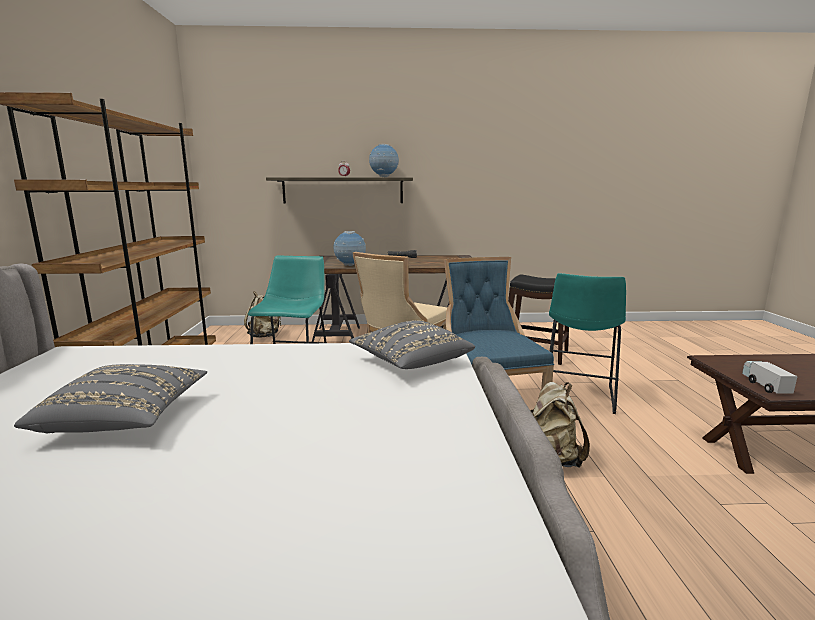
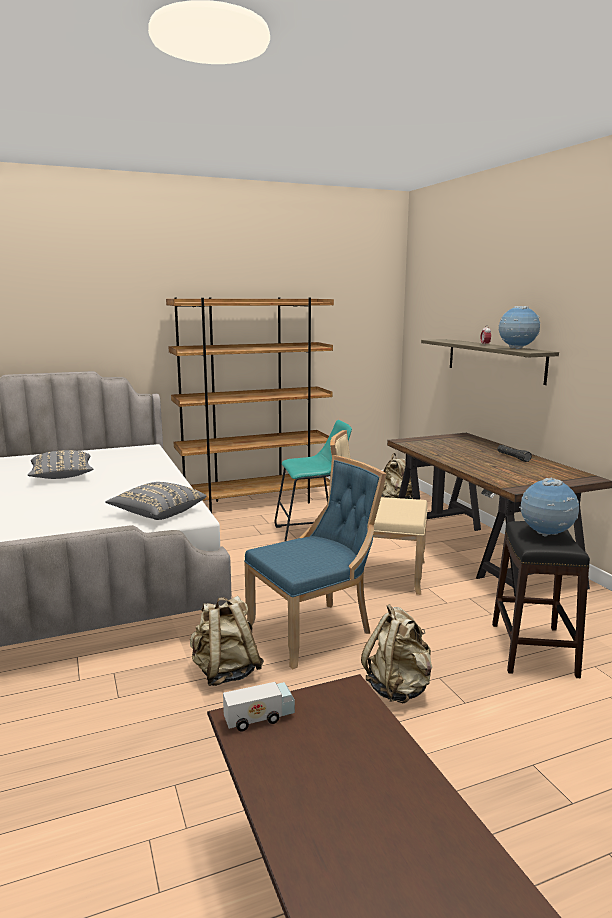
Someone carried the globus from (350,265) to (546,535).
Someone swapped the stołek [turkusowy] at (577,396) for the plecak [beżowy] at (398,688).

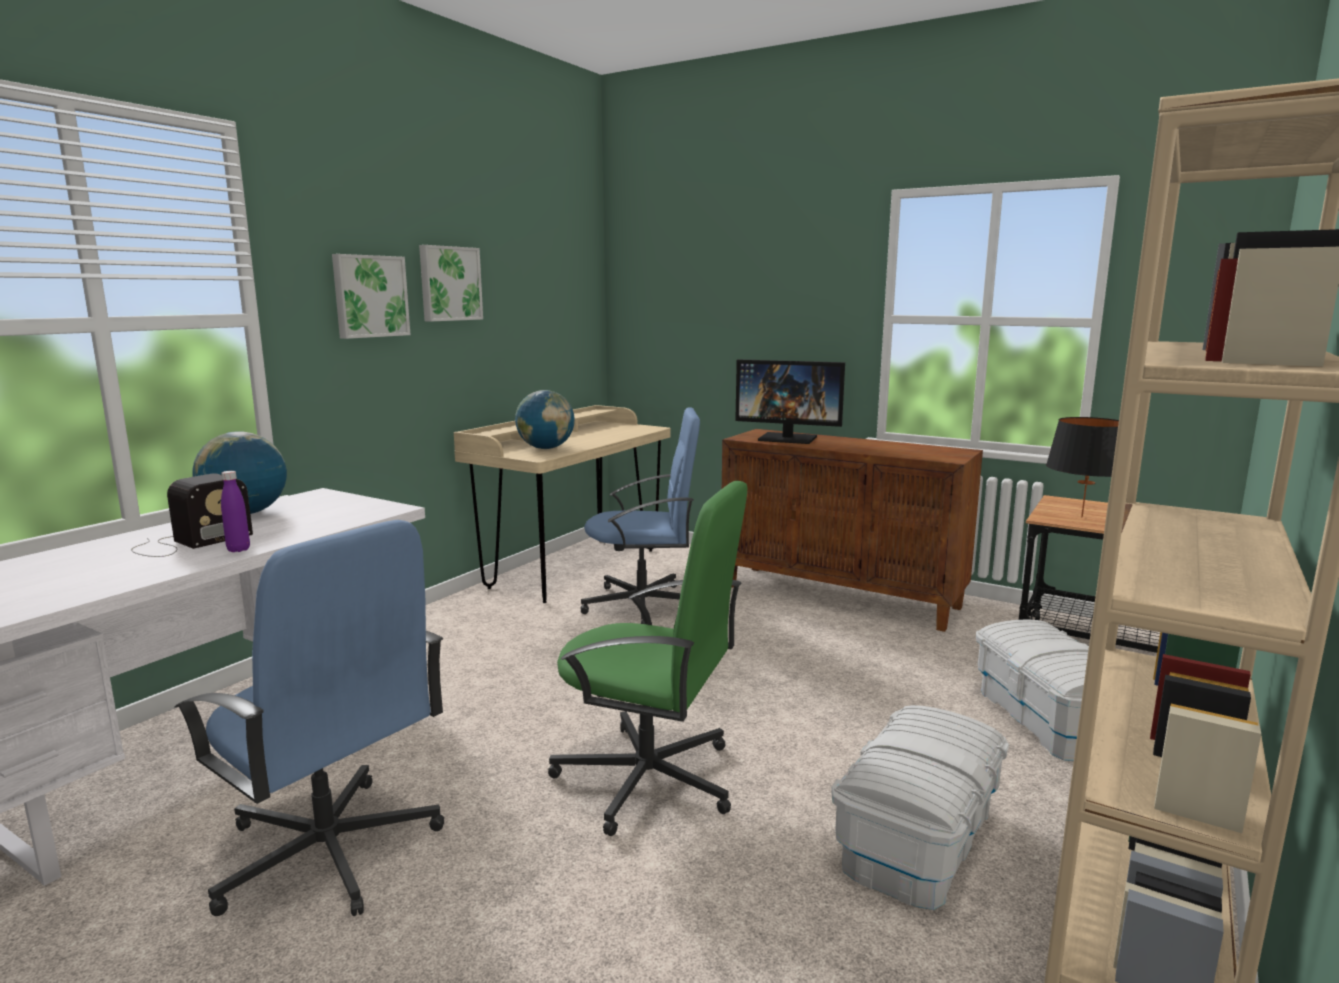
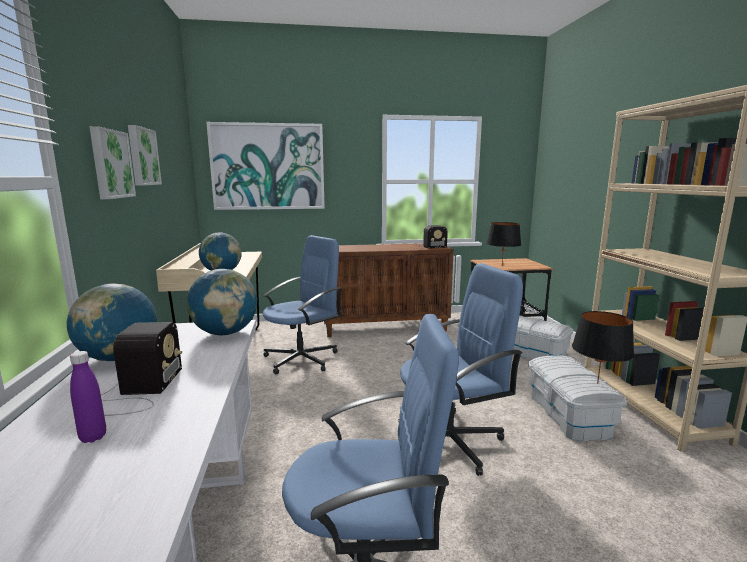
Someone carried the butelka [fioletowy] from (238,549) to (93,437).
Someone repainted the krzesło biurowe [zielony] at (649,779), which became the krzesło biurowe [niebieski] at (450,441).
Someone took away the monitor at (788,438).
Someone put down the globus at (225,333).
Someone put up the obraz at (268,167).
Someone put down the radio at (427,247).
Someone put down the lampa stołowa [czarny] at (597,383).

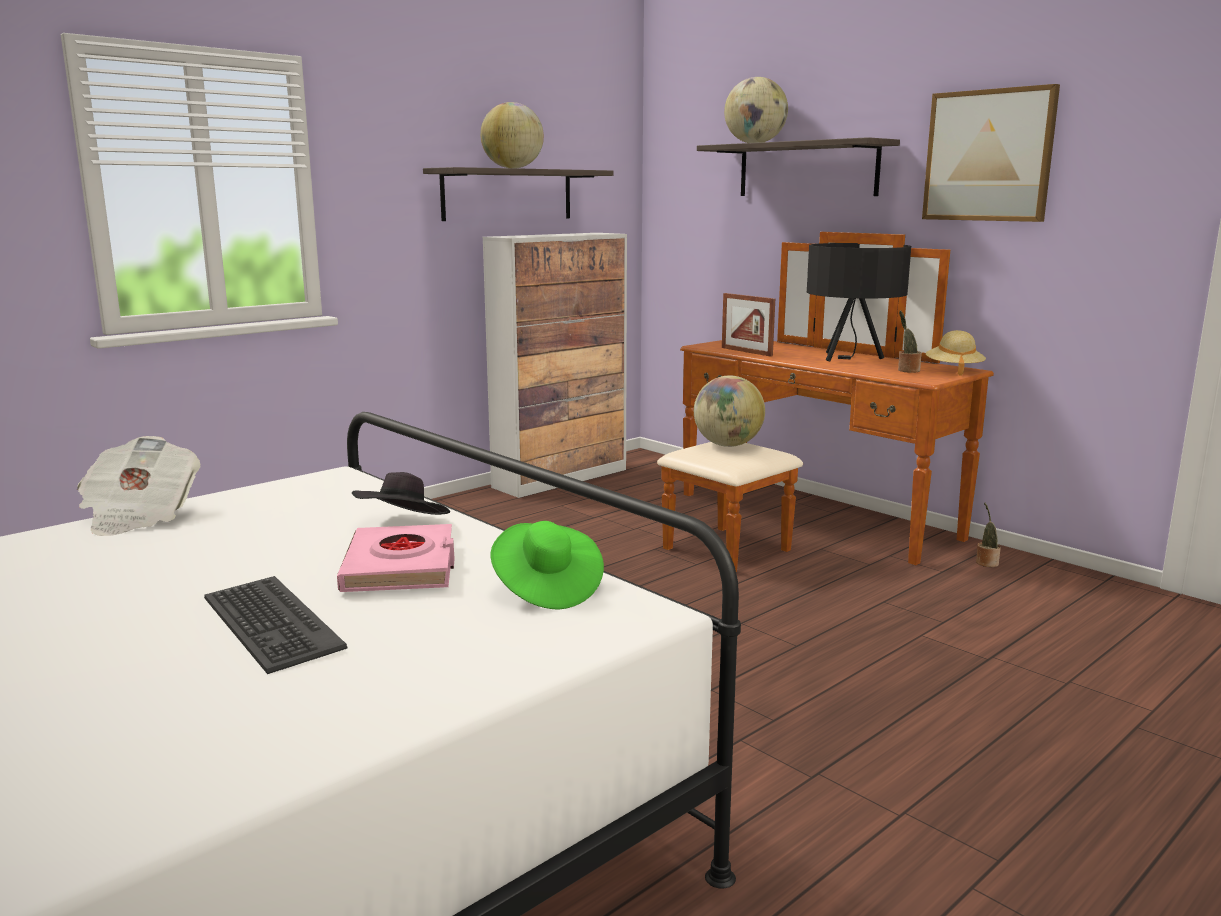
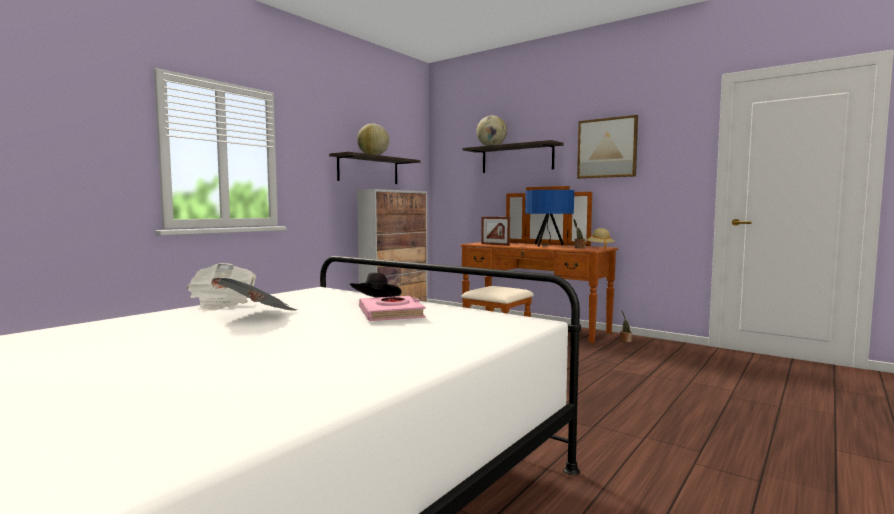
Someone took away the klawiatura at (269,624).
Someone took away the kapelusz [zielony] at (546,589).
Someone took away the globus at (727,445).
Someone repainted the lampa stołowa [czarny] at (852,359), which became the lampa stołowa [niebieski] at (548,245).
Someone put down the gazeta at (259,315).

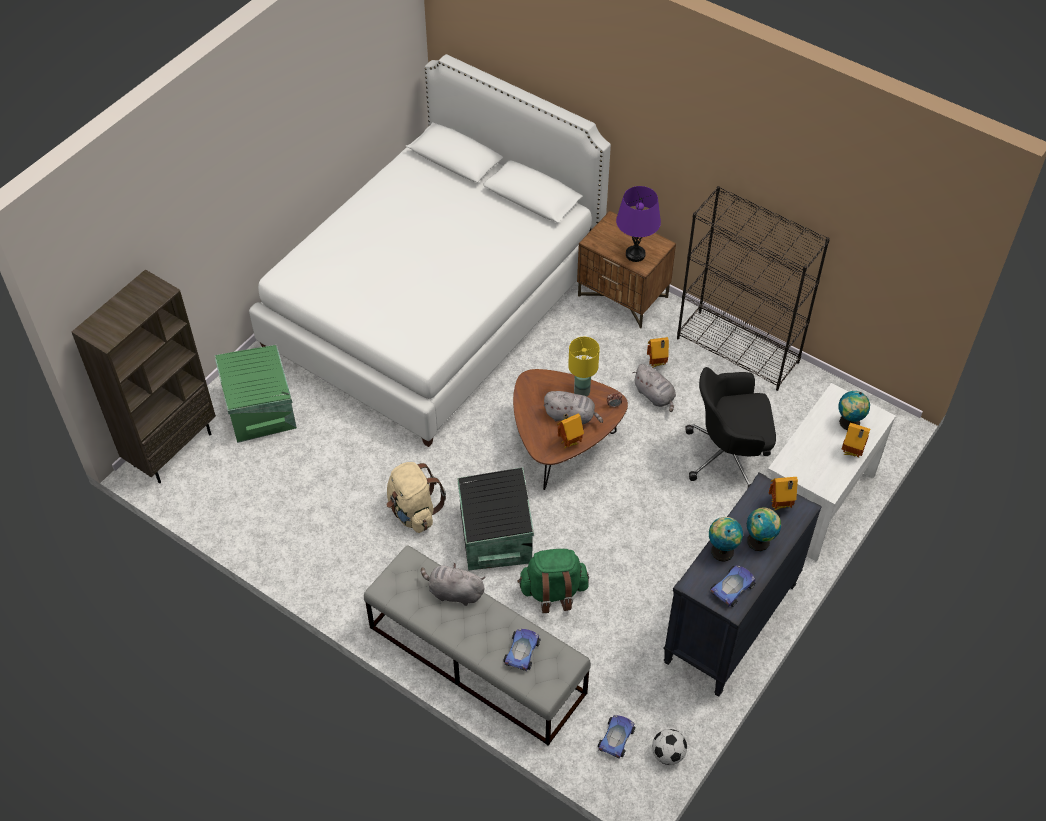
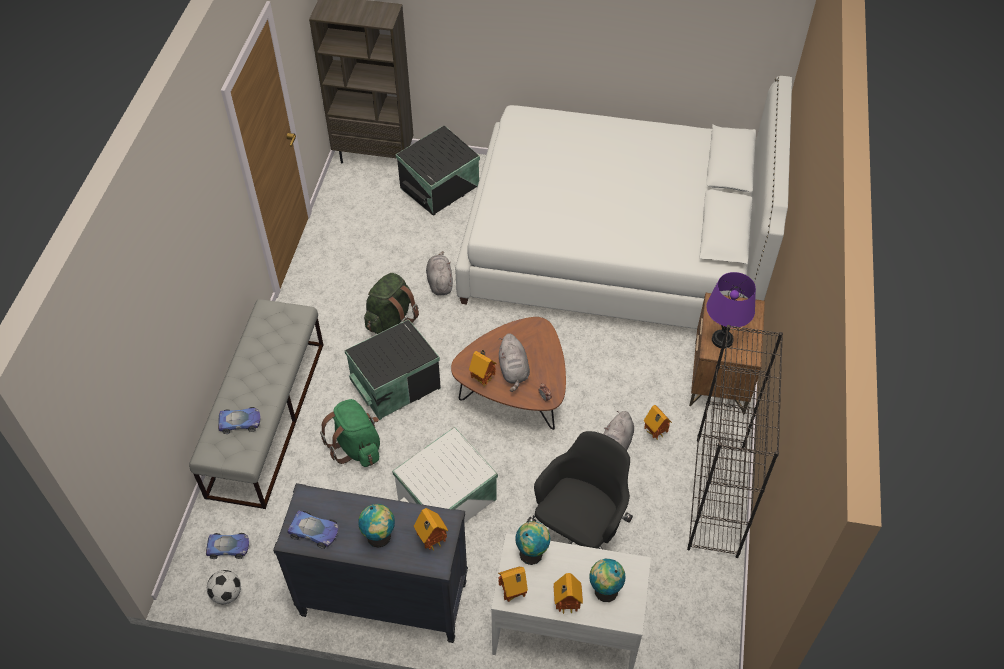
Someone repainted the pojemnik do przechowywania [zielony] at (261,407), which became the pojemnik do przechowywania [czarny] at (441,187).
Someone repainted the plecak [beżowy] at (413,511), which became the plecak [zielony] at (391,320).
Someone carried the pluszak [szary] from (454,592) to (440,282).
Someone took away the lampa stołowa [żółty] at (581,392).
Someone rotated the krzesło biurowe [czarny] at (728,455) by 60 degrees clockwise.
Someone carried the globus from (721,550) to (532,553).
Someone put down the pojemnik do przechowywania [biały] at (449,500).
Someone put down the domek at (513,594).

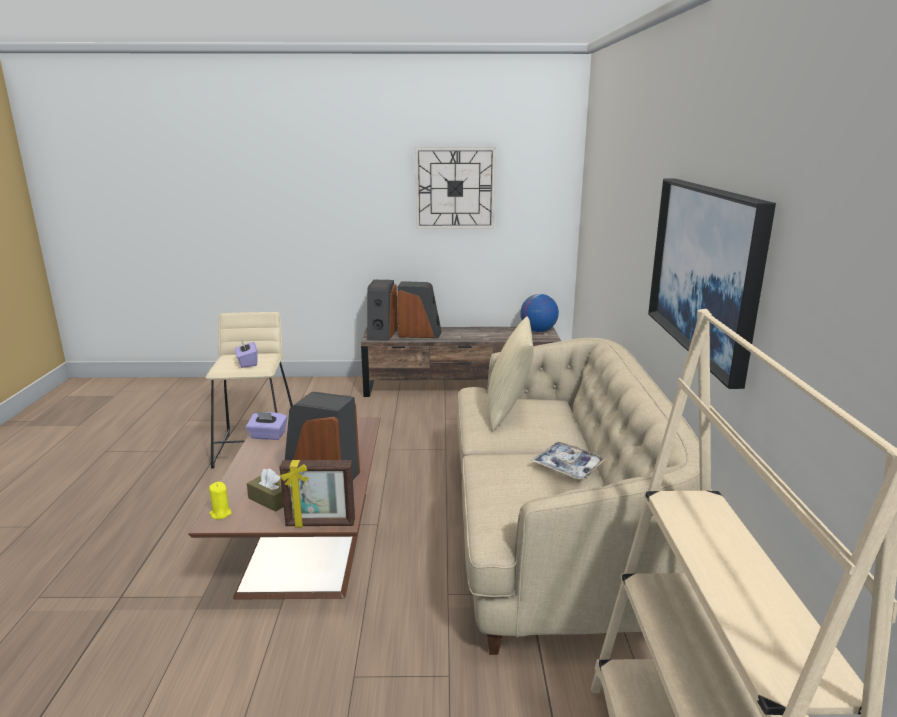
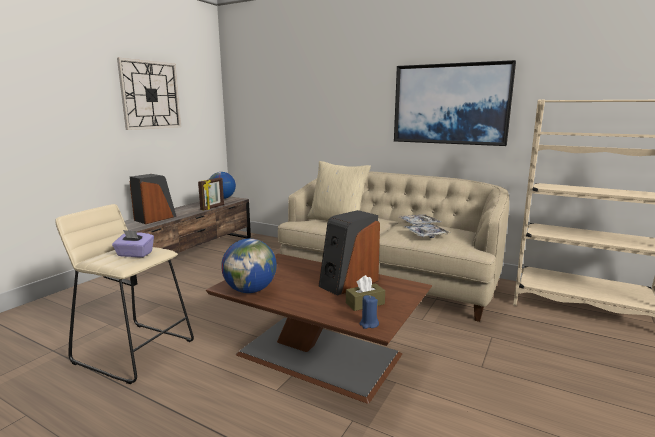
Someone repainted the świeca [żółty] at (220,513), which became the świeca [niebieski] at (369,324).
Someone swapped the pudełko chusteczek [fioletowy] at (268,436) for the globus at (250,290).
Someone carried the ramka na zdjęcie from (320,524) to (213,207).
Someone took away the głośnik at (382,334).
Someone put down the taca at (425,234).

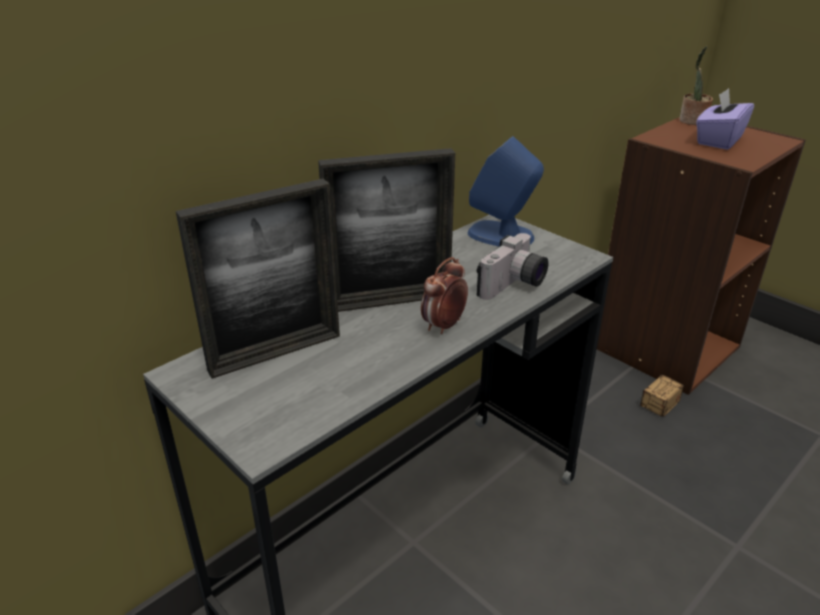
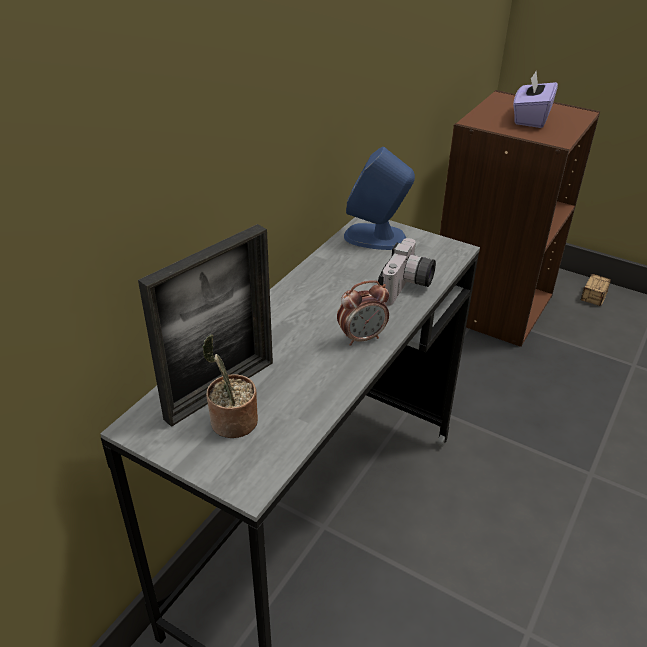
Someone took away the ramka na zdjęcie at (390,301).
Someone rotated the budzik at (443,326) by 135 degrees counterclockwise.
Someone carried the pojemnik do przechowywania from (647,415) to (588,307).
Someone carried the roślina doniczkowa from (692,121) to (232,423).

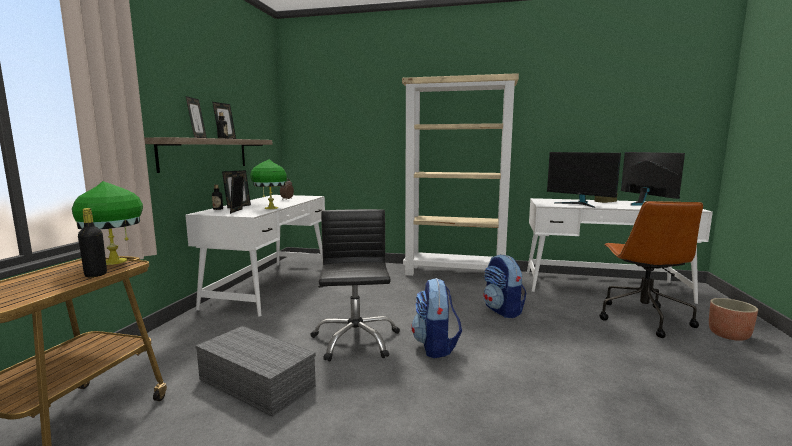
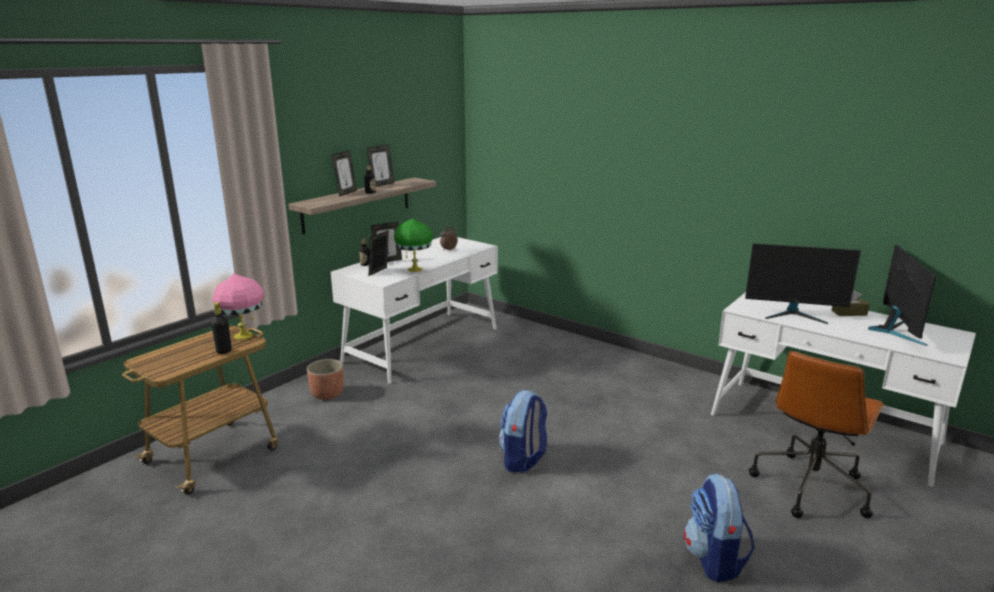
Someone repainted the lampa stołowa [zielony] at (115,262), which became the lampa stołowa [różowy] at (244,336).
Someone took away the pojemnik do przechowywania [szary] at (254,383).
Someone took away the krzesło biurowe [czarny] at (355,340).
Someone took away the regał [beżowy] at (455,273).
Someone carried the plecak from (502,310) to (714,559).
Someone rotated the monitor at (579,204) by 60 degrees counterclockwise.
Someone carried the donica from (729,335) to (327,394).

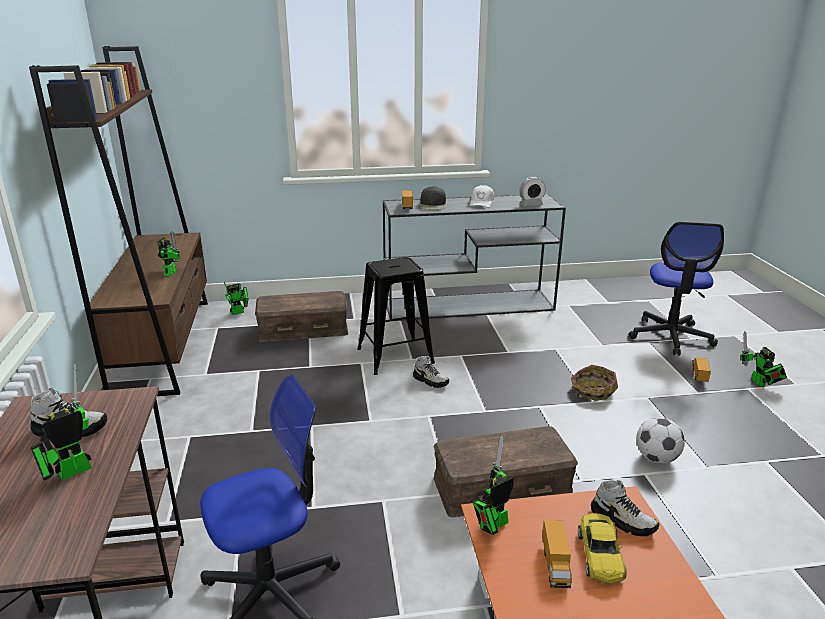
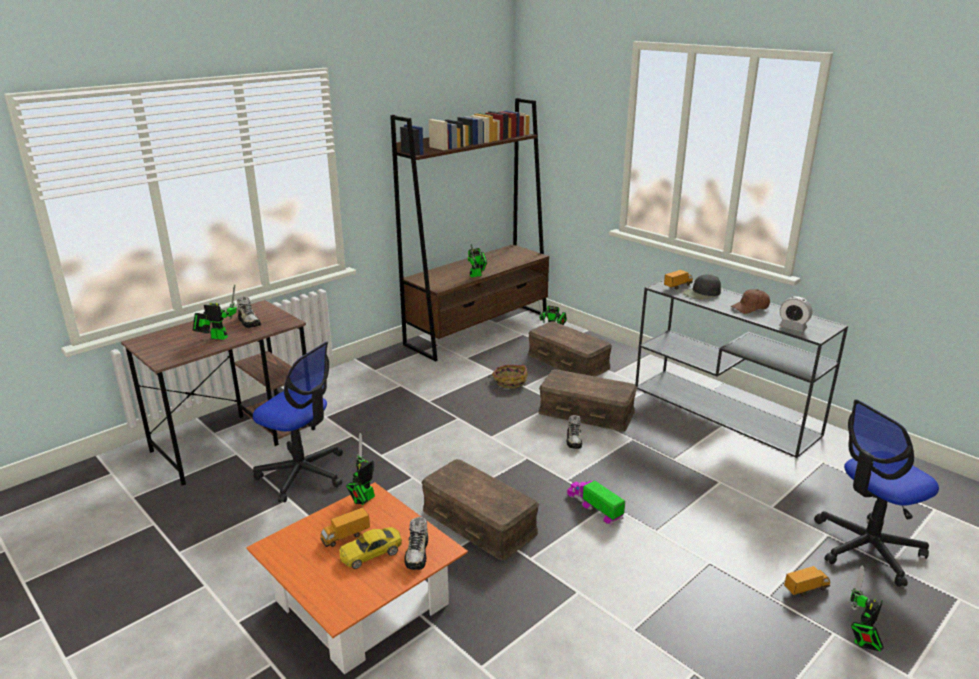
Someone swapped the stołek [czarny] at (395,356) for the pojemnik do przechowywania [brązowy] at (587,411).
Someone repainted the czapka z daszkiem [biały] at (481,203), which became the czapka z daszkiem [brązowy] at (750,308).
Someone rotated the robot zabawkowy at (492,526) by 75 degrees counterclockwise.
Someone carried the koszyk from (592,391) to (509,381).
Someone took away the piłka futbolowa at (656,458).
Someone put down the ciężarówka zabawkowa at (594,507).

